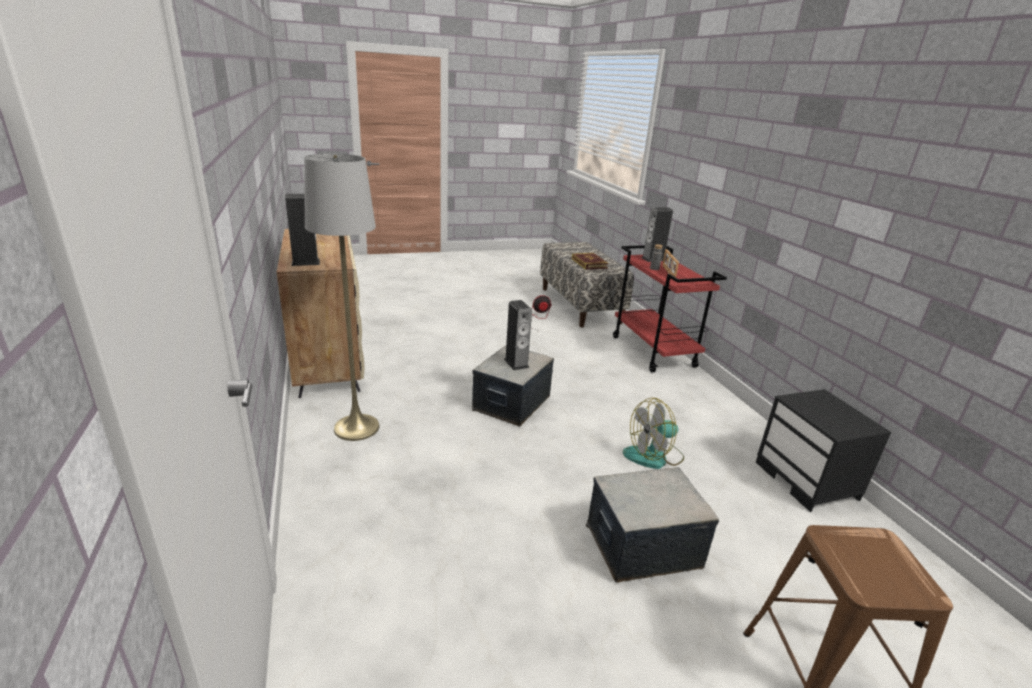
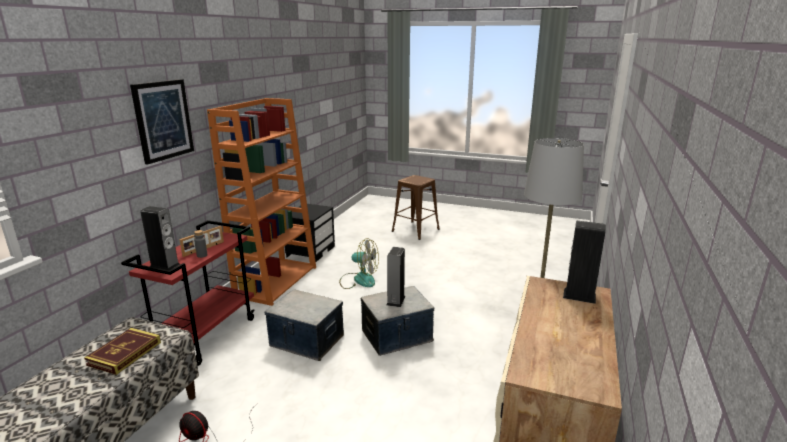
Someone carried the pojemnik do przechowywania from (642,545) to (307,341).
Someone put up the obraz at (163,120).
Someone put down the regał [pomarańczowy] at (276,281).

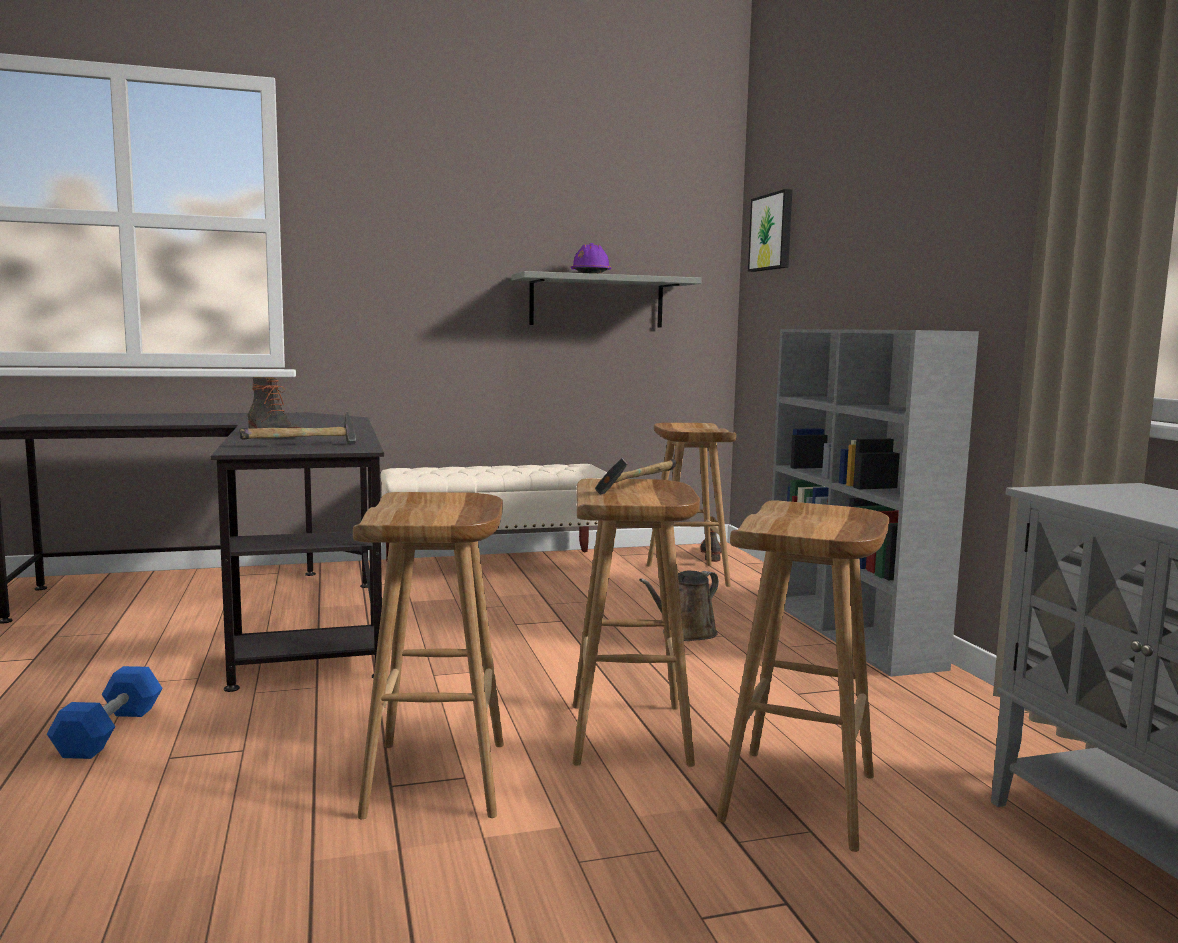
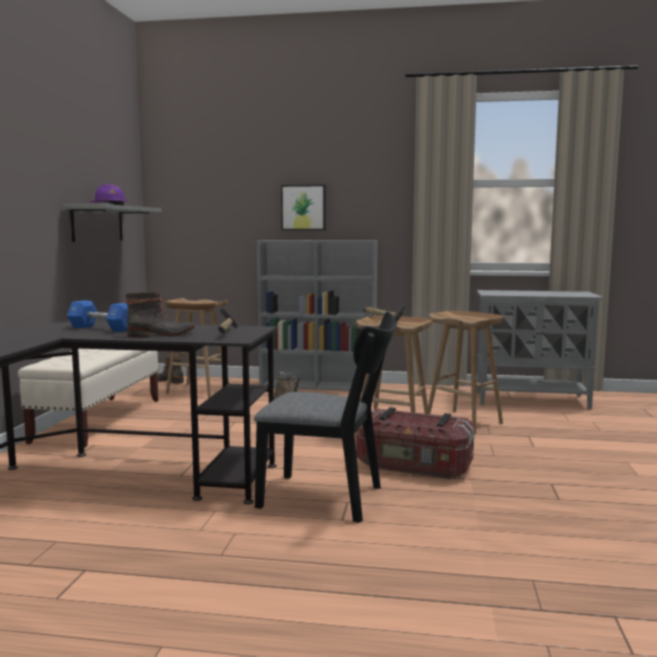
Someone carried the hantel [niebieski] from (109,732) to (102,328).
Someone swapped the stołek [brązowy] at (438,779) for the pojemnik do przechowywania at (413,467).
Someone carried the obraz from (772,232) to (303,207).
Someone put down the krzesło [czarny] at (330,498).

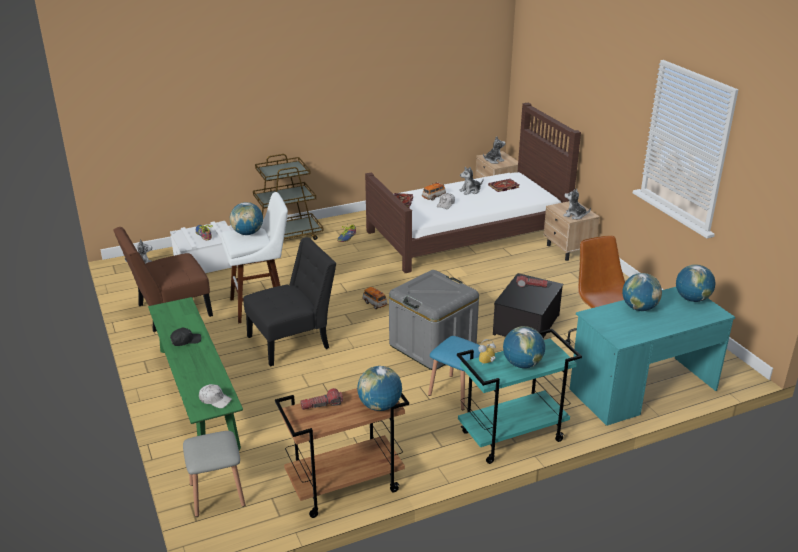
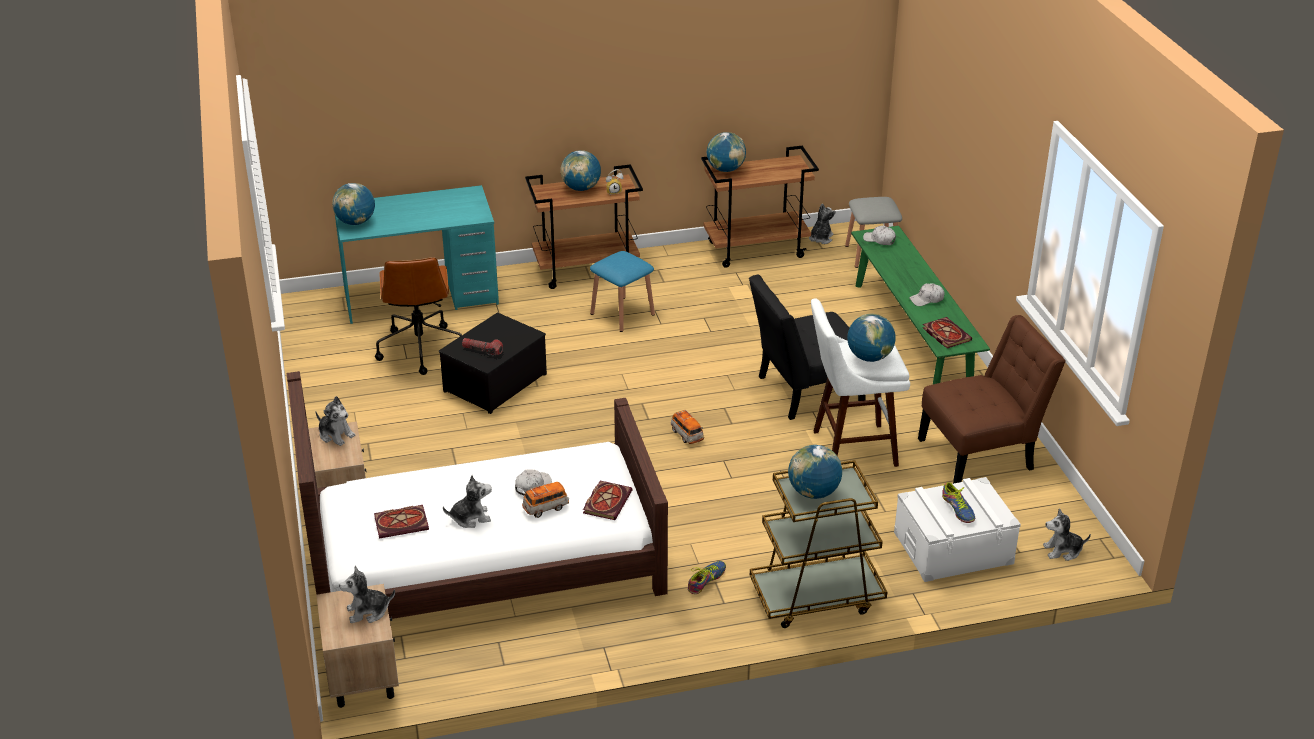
Someone repainted the czapka z daszkiem [czarny] at (185,341), which became the czapka z daszkiem [biały] at (927,299).
Someone took away the latarka at (321,405).
Someone took away the pojemnik do przechowywania [szary] at (432,345).
Someone repainted the wózek [turkusowy] at (511,437), which became the wózek [brązowy] at (586,270).
Someone carried the globus from (639,308) to (813,493).
Someone put down the pluszak at (820,238).
Someone put down the książka at (945,334).

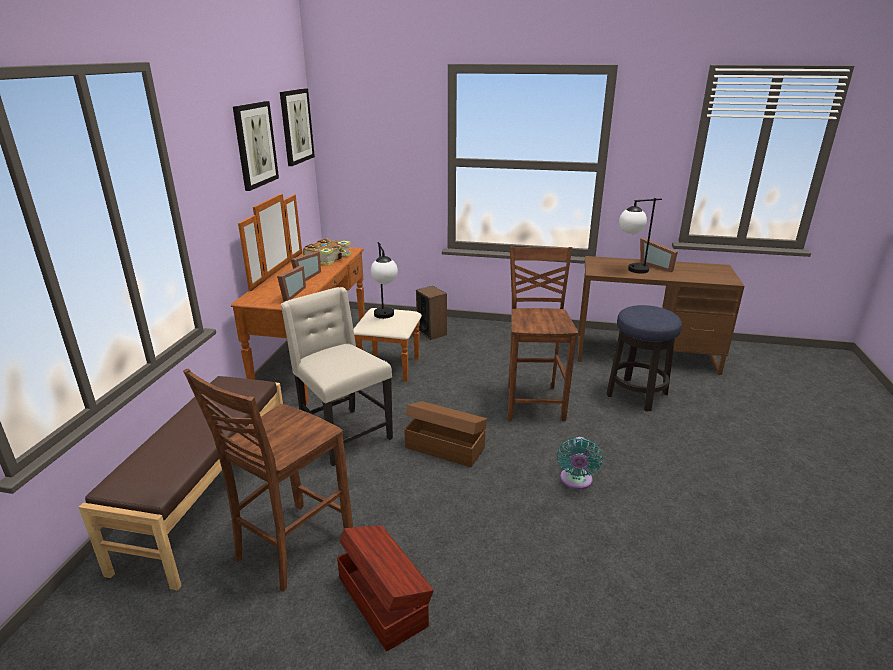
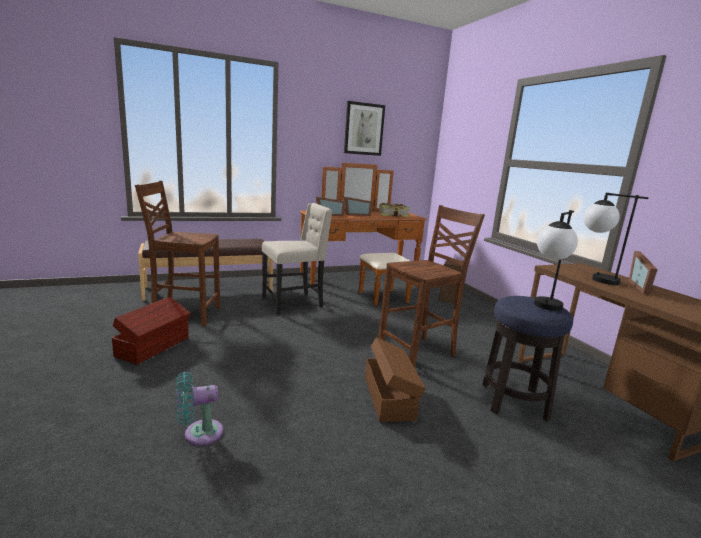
Someone took away the obraz at (296,126).
Someone rotated the krzesło [beżowy] at (343,435) by 45 degrees clockwise.
Someone carried the lampa stołowa from (385,317) to (544,308).
Someone carried the pojemnik do przechowywania [brązowy] from (444,447) to (389,397).
Someone carried the wentylator [turkusowy] from (575,481) to (199,433).

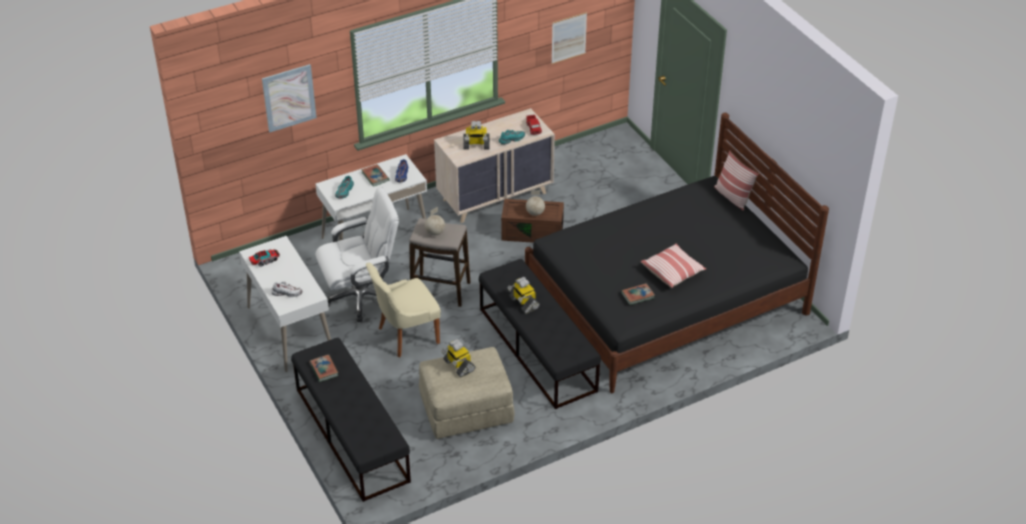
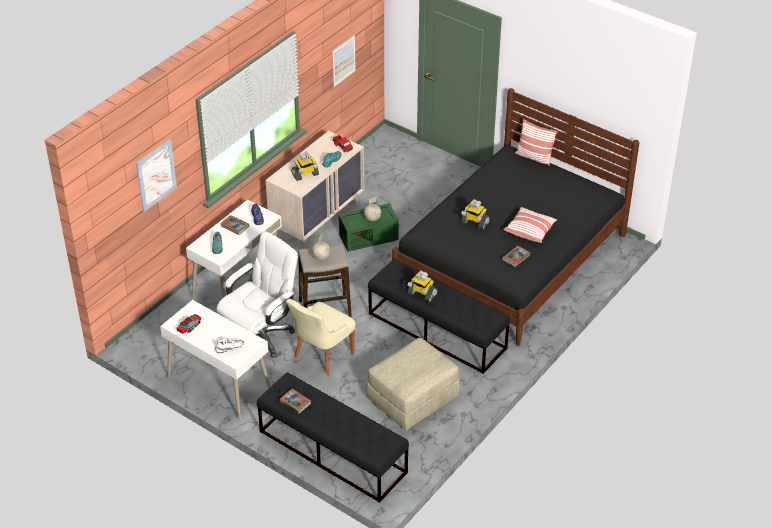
Someone carried the robot zabawkowy from (458,365) to (474,222).
Someone repainted the pojemnik do przechowywania [brązowy] at (533,232), which became the pojemnik do przechowywania [zielony] at (369,236).

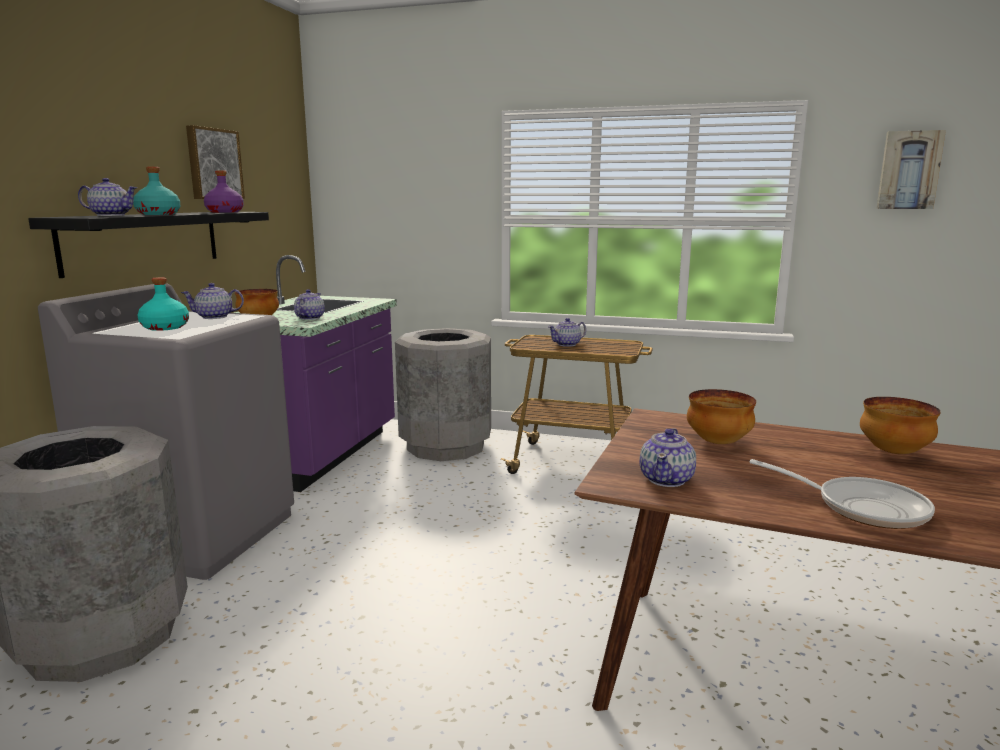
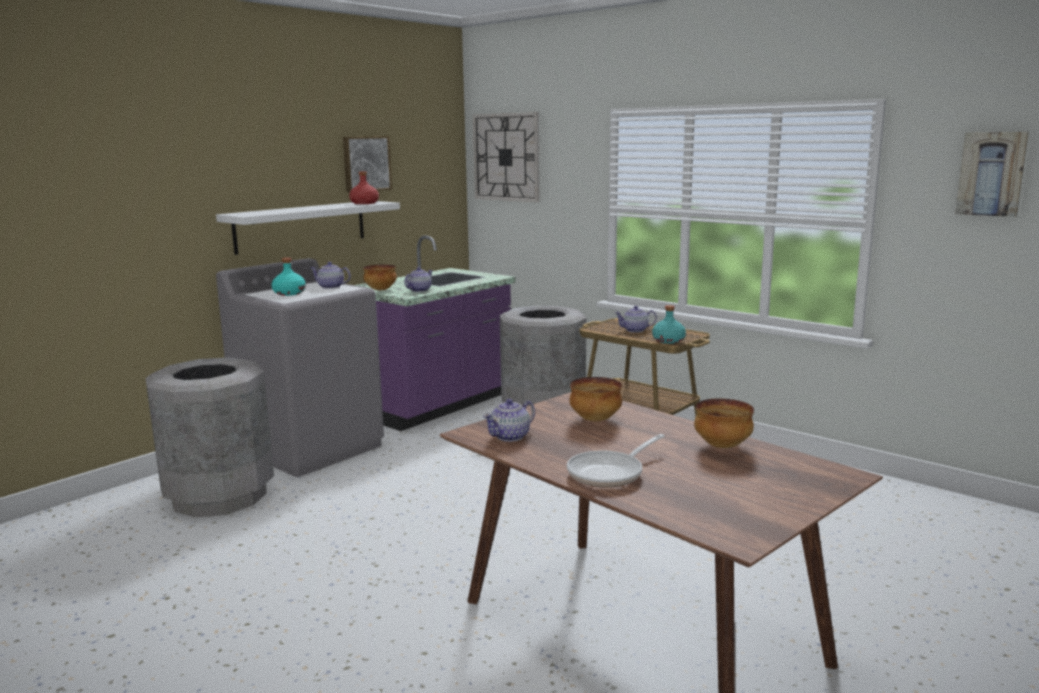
Someone repainted the półka [czarny] at (144,240), which became the półka [biały] at (301,226).
Someone took away the imbryk at (110,215).
Someone carried the butelka [turkusowy] from (158,214) to (668,341).
Someone repainted the butelka [fioletowy] at (225,212), which became the butelka [czerwony] at (364,203).
Someone rotated the patelnia at (862,507) by 75 degrees clockwise.
Someone put up the zegar ścienny at (506,157).

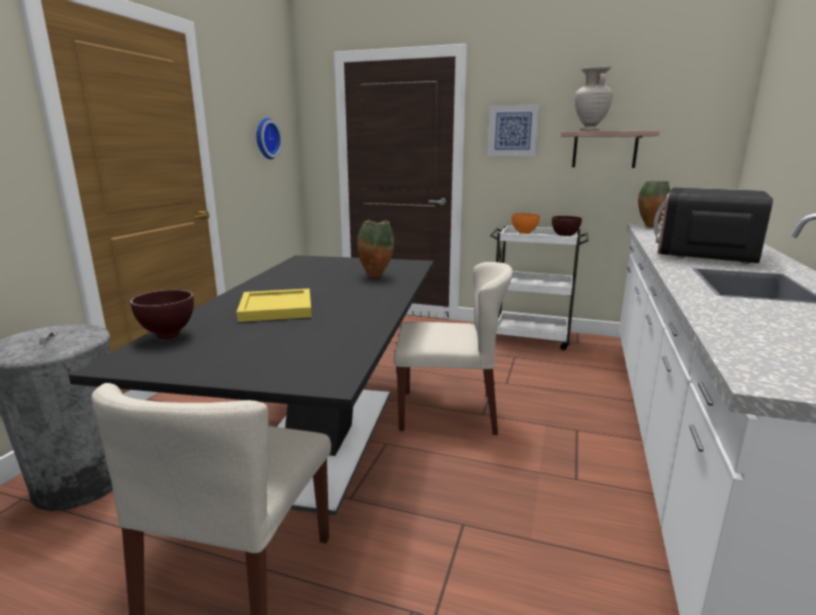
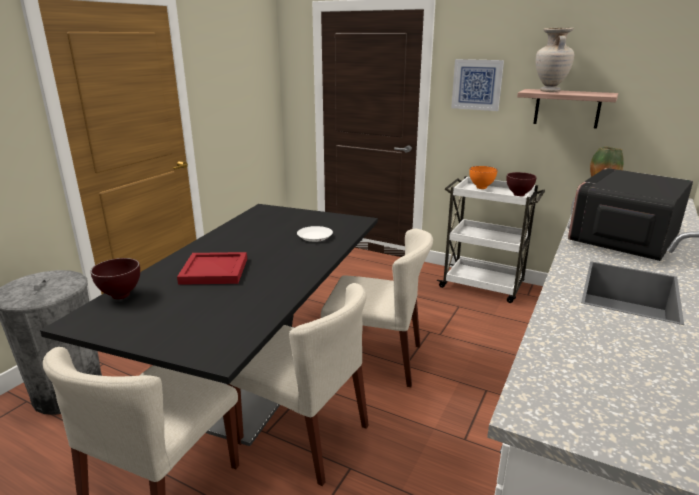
Someone repainted the taca [żółty] at (275,308), which became the taca [czerwony] at (213,270).
Someone took away the zegar ścienny at (266,138).
Someone swapped the wazon at (376,276) for the talerz [biały] at (315,236).
Someone put down the krzesło [beżowy] at (304,434).

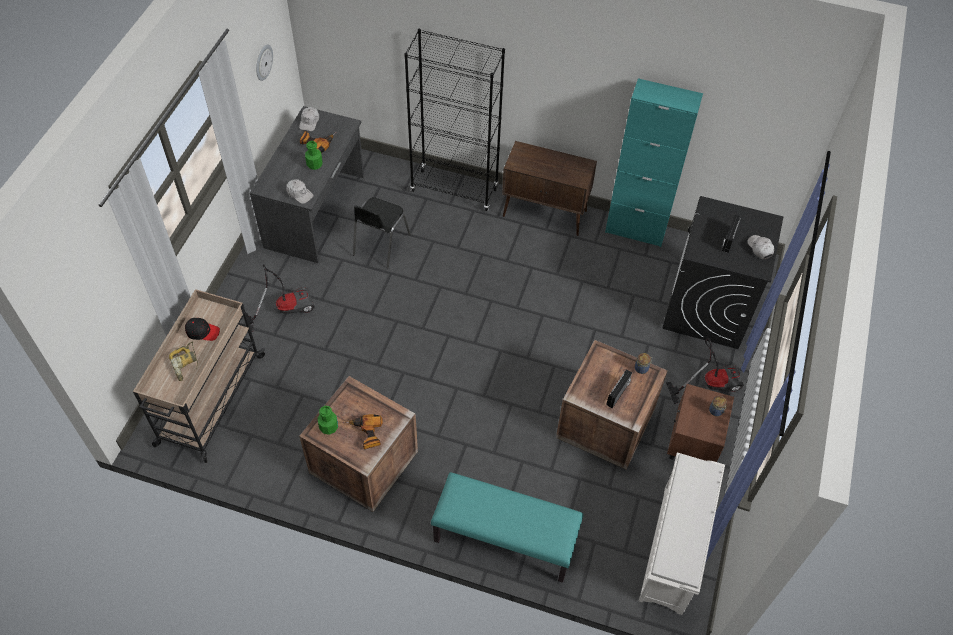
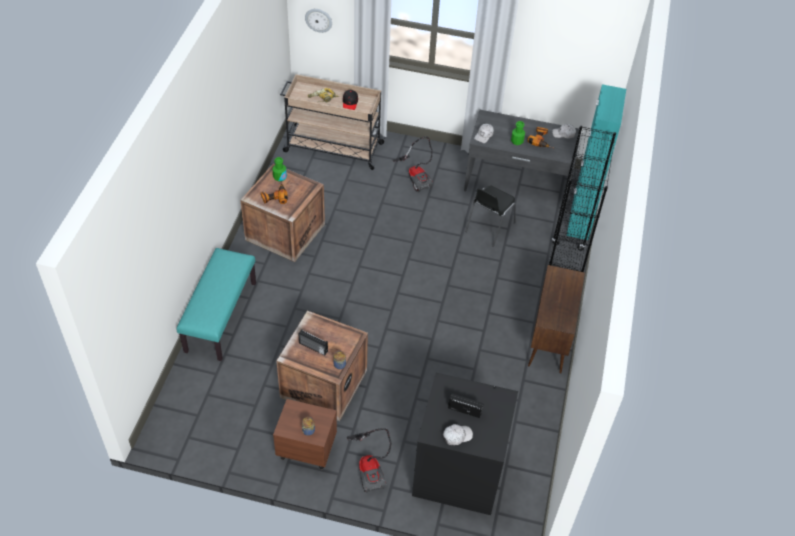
Someone carried the zegar ścienny from (263,62) to (318,20).
Someone rotated the krzesło [czarny] at (380,245) by 75 degrees counterclockwise.
Someone carried the szafka [turkusowy] from (635,230) to (580,220).
Someone took away the regał na buty [biały] at (673,550).

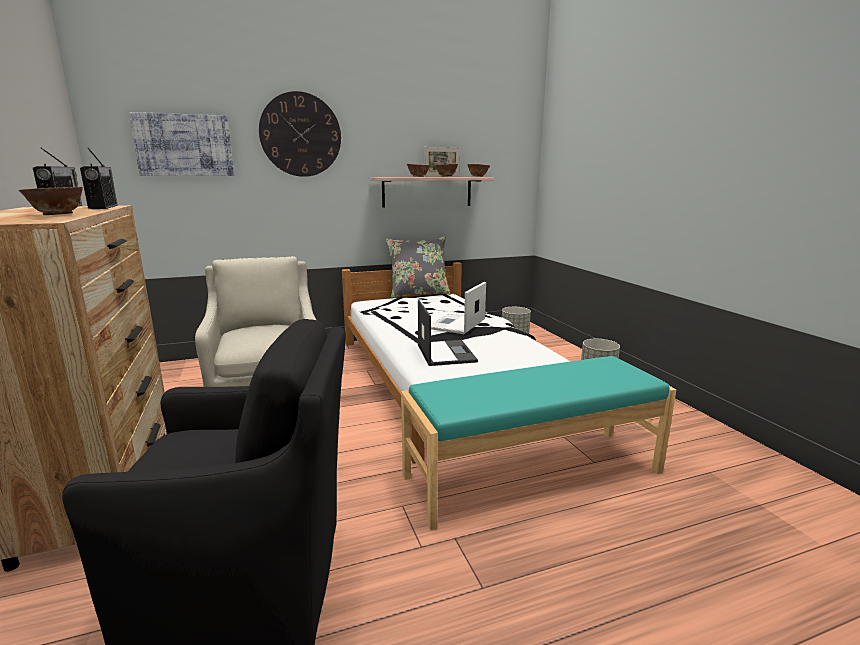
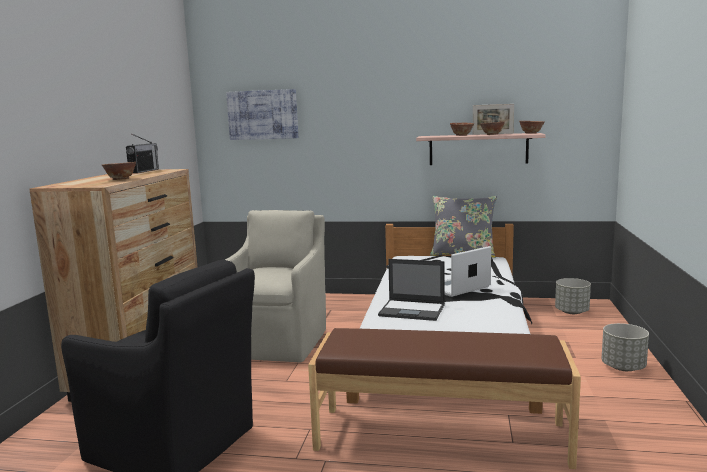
Someone took away the radio at (104,207).
Someone took away the zegar ścienny at (300,135).
Someone repainted the ławka [turkusowy] at (532,473), which became the ławka [brązowy] at (440,435).
Someone rotated the laptop at (445,353) by 90 degrees clockwise.

